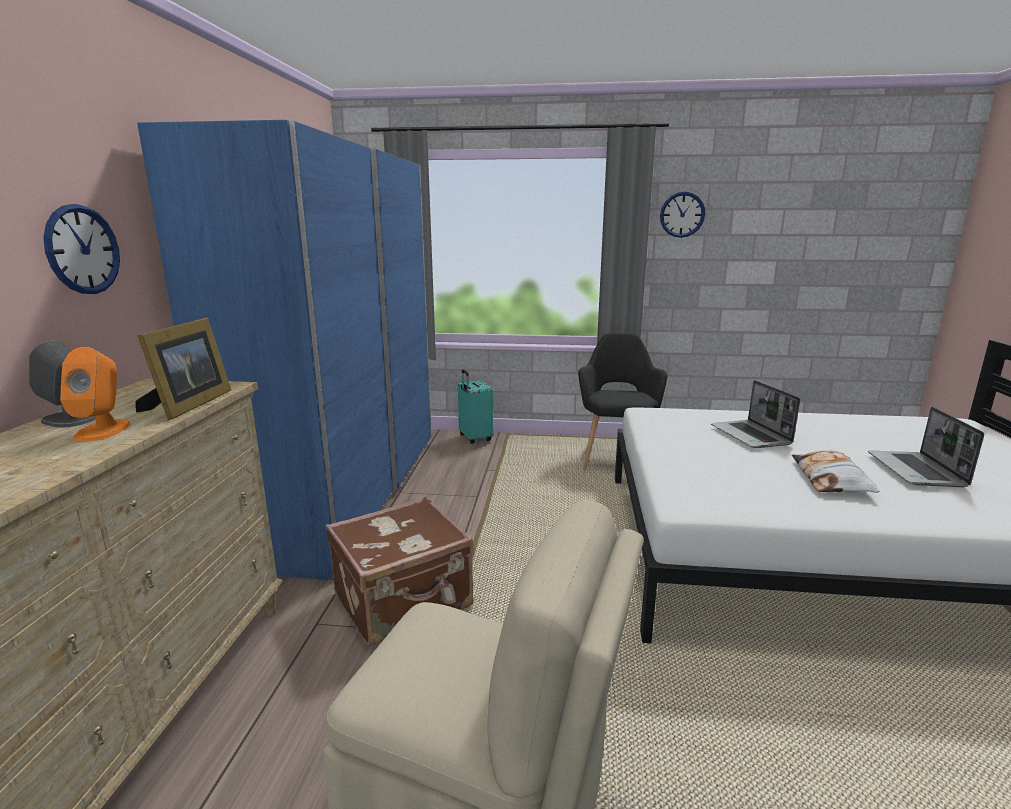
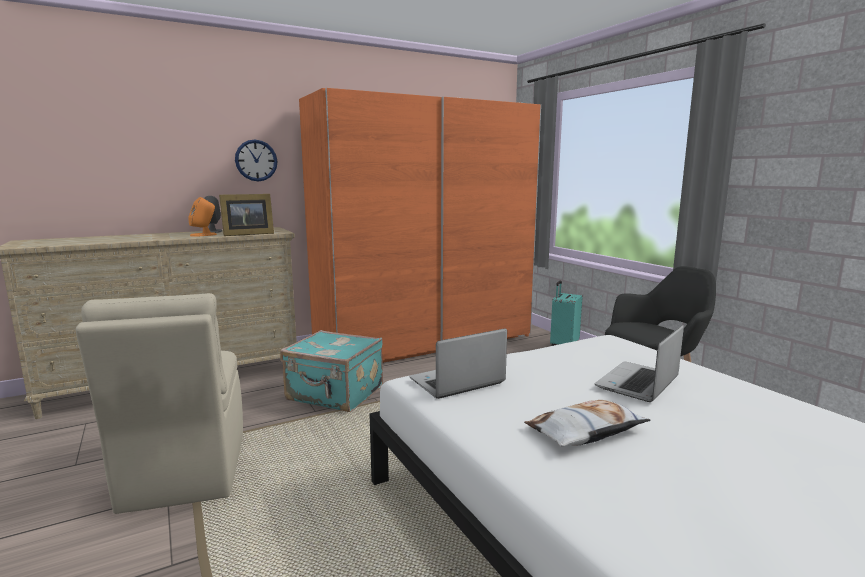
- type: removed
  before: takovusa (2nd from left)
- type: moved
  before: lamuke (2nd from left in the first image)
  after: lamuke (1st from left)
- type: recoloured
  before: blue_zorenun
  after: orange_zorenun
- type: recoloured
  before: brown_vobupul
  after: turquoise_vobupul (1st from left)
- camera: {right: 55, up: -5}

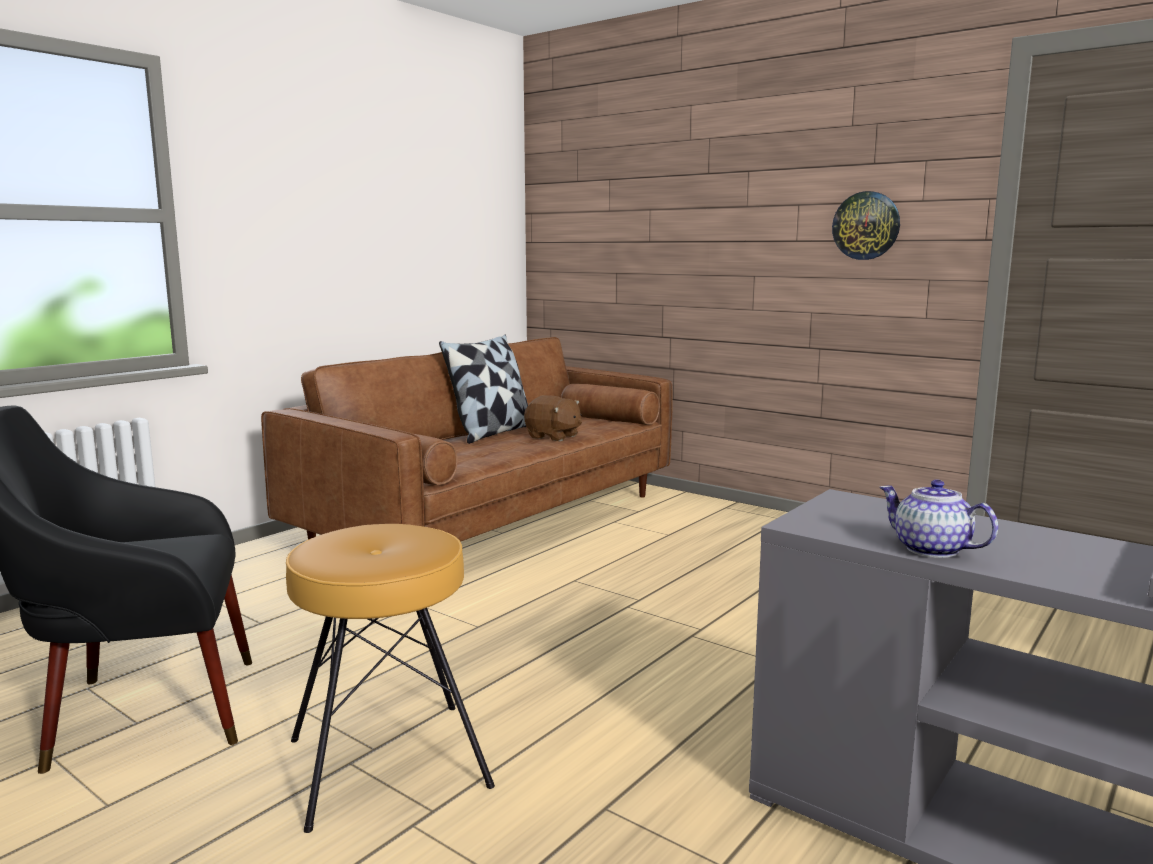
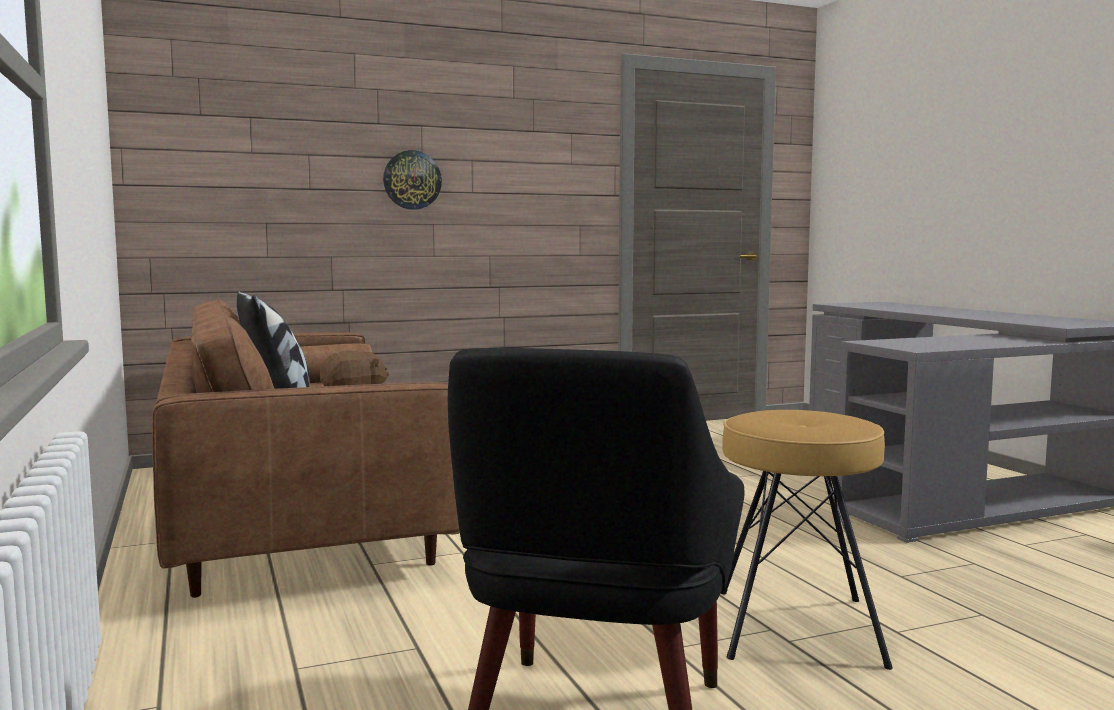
- type: removed
  before: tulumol
- type: moved
  before: takovusa
- camera: {right: -60, up: -5}

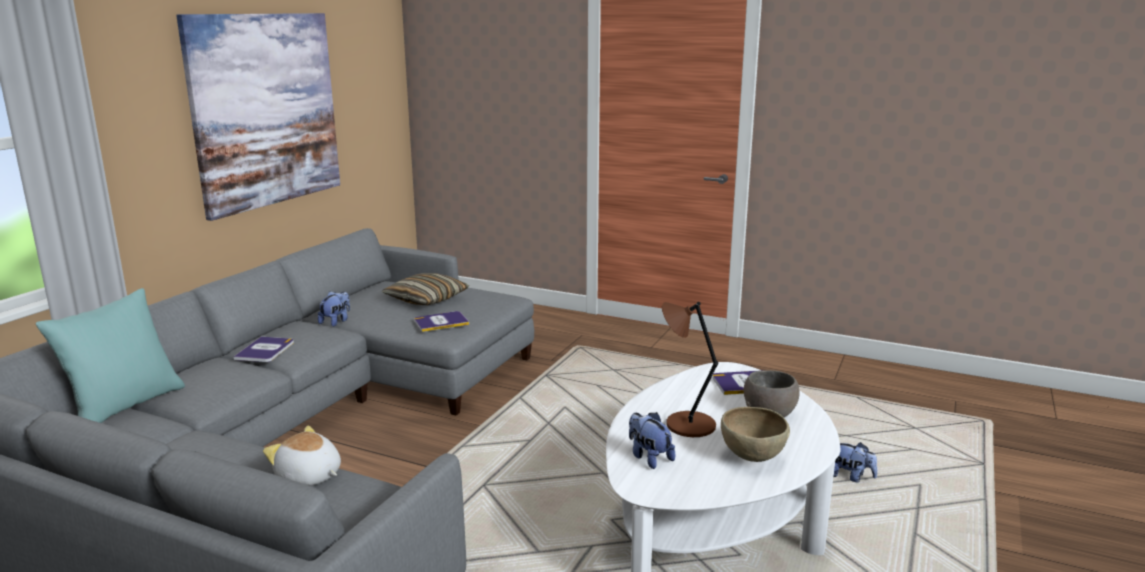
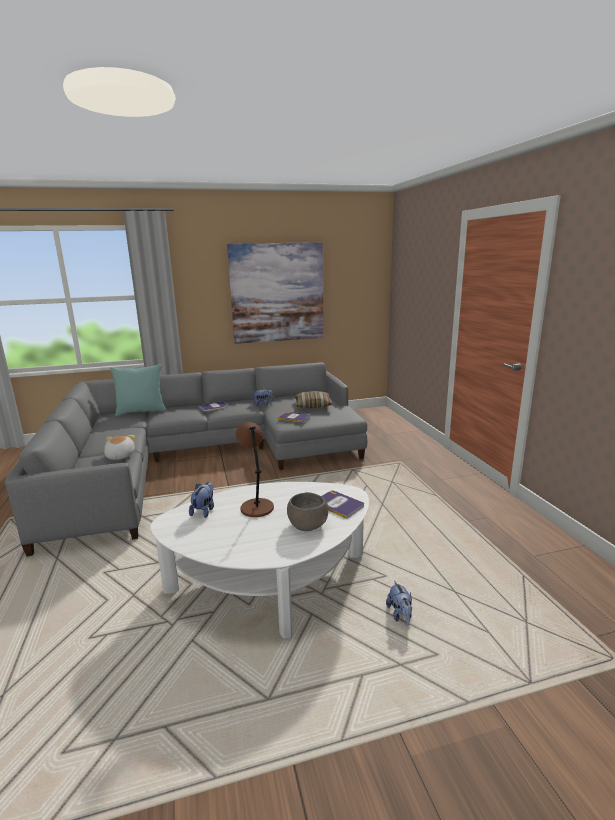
- type: removed
  before: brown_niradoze
- camera: {right: 50, up: 0}

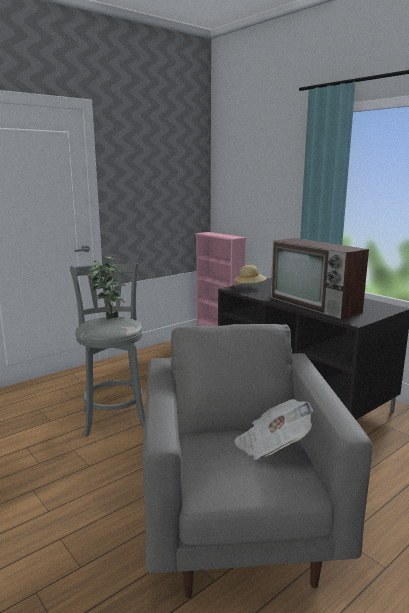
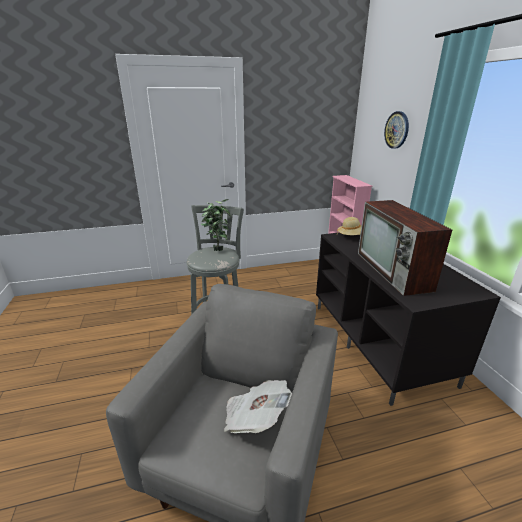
- type: added
  after: takovusa
- camera: {right: 25, up: 10}

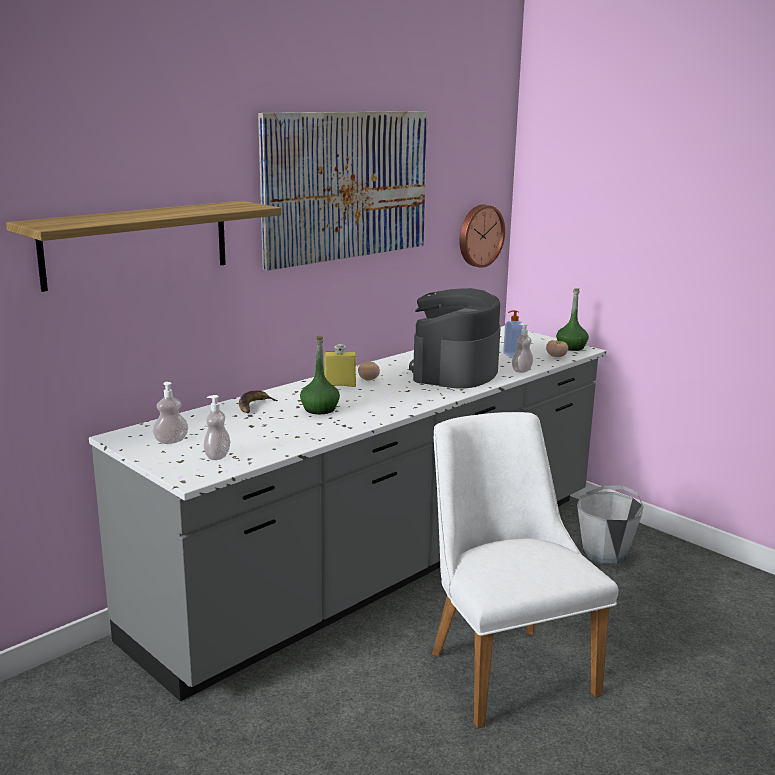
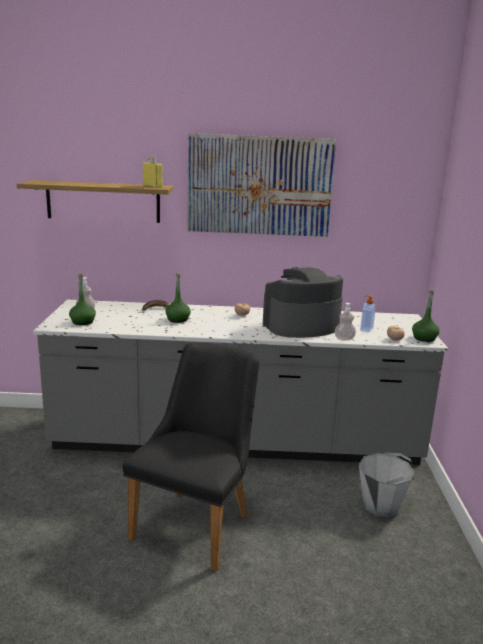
- type: removed
  before: takovusa
- type: moved
  before: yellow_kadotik
- type: replaced
  before: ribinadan (2nd from left)
  after: green_kadotik (1st from left)
- type: recoloured
  before: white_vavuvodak
  after: black_vavuvodak
- camera: {right: 45, up: 0}

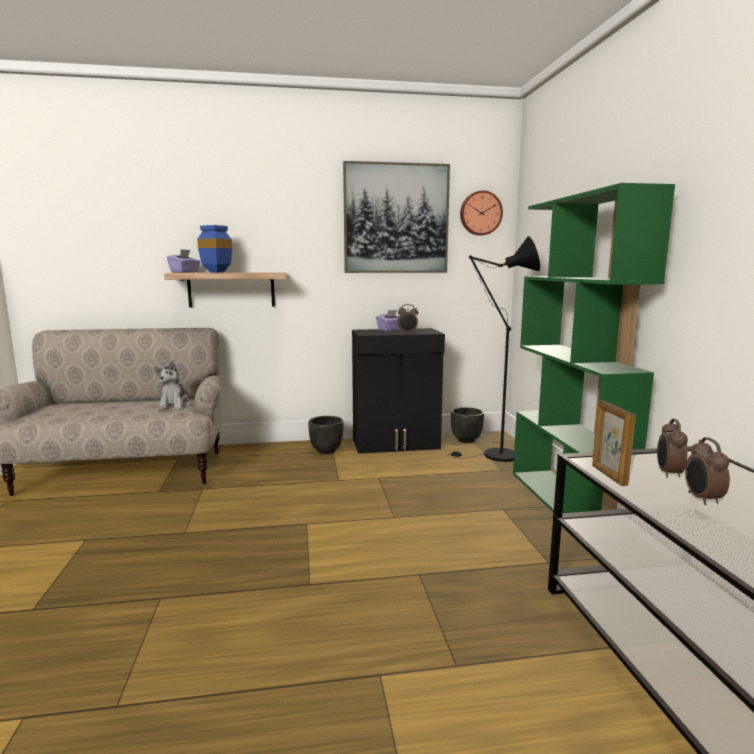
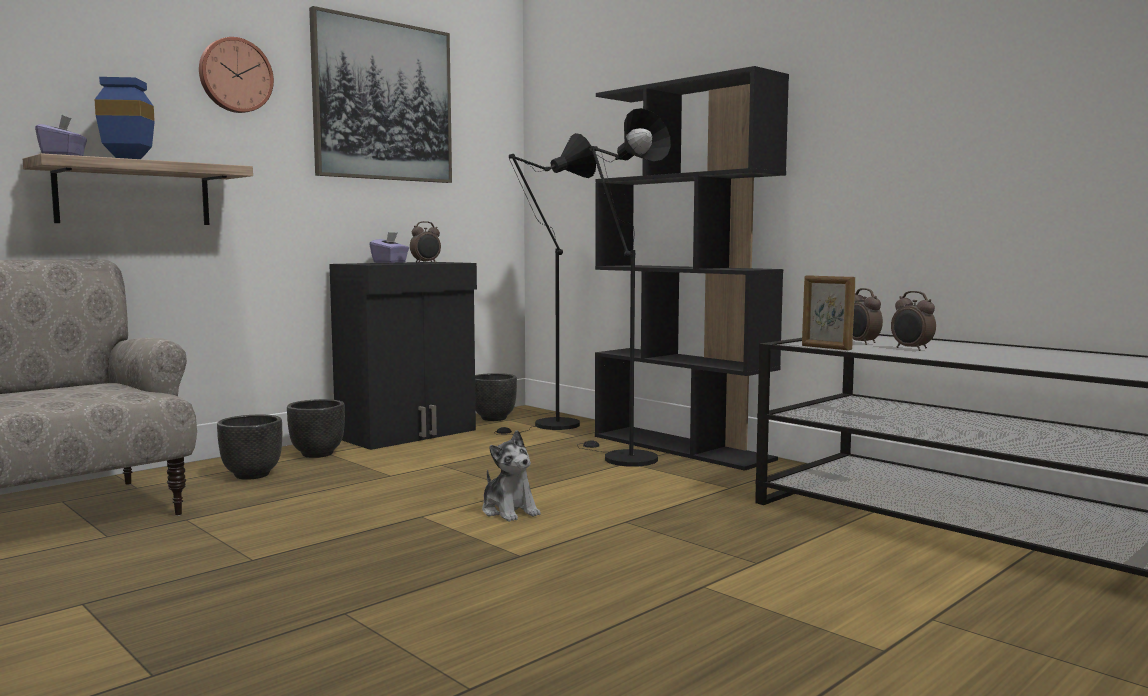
- type: added
  after: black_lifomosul (1st from left)
- type: added
  after: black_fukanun (2nd from left)
- type: moved
  before: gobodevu
- type: moved
  before: takovusa
- type: recoloured
  before: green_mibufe
  after: black_mibufe
- camera: {right: -35, up: -5}

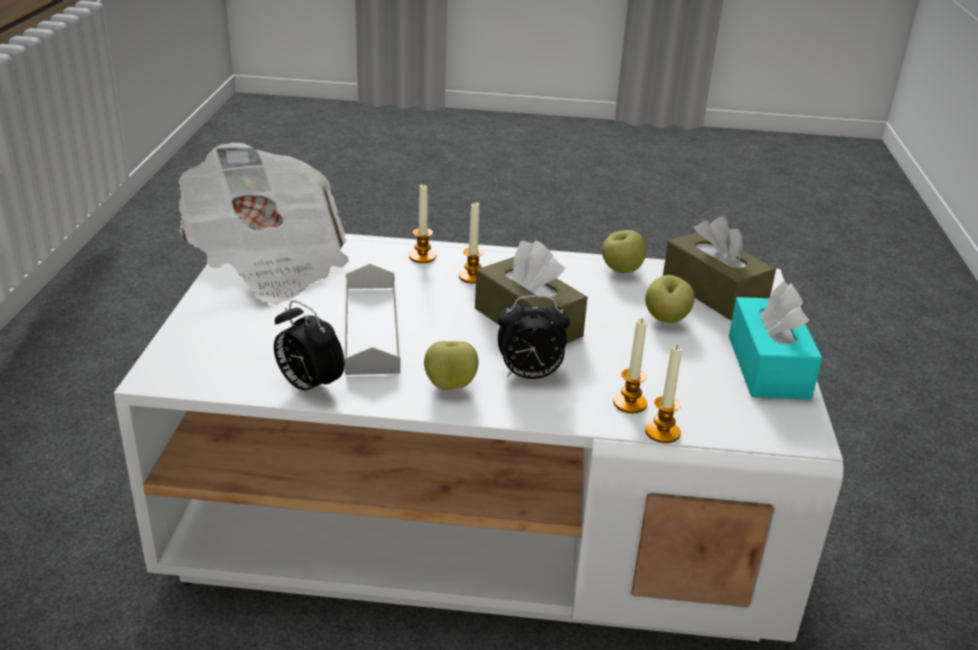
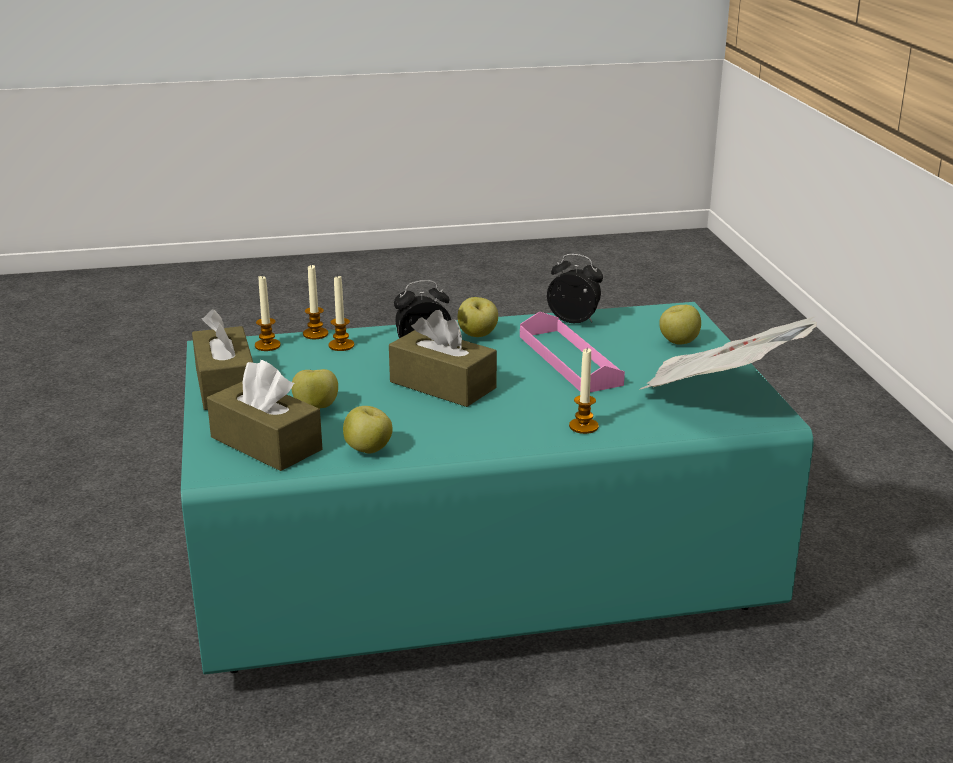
- type: added
  after: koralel (4th from left)
- type: moved
  before: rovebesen (2nd from left in the first image)
  after: rovebesen (1st from left)
- type: recoloured
  before: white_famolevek
  after: turquoise_famolevek
- type: recoloured
  before: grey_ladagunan
  after: pink_ladagunan
- type: recoloured
  before: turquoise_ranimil
  after: brown_ranimil (1st from left)
- camera: {right: 165, up: -5}

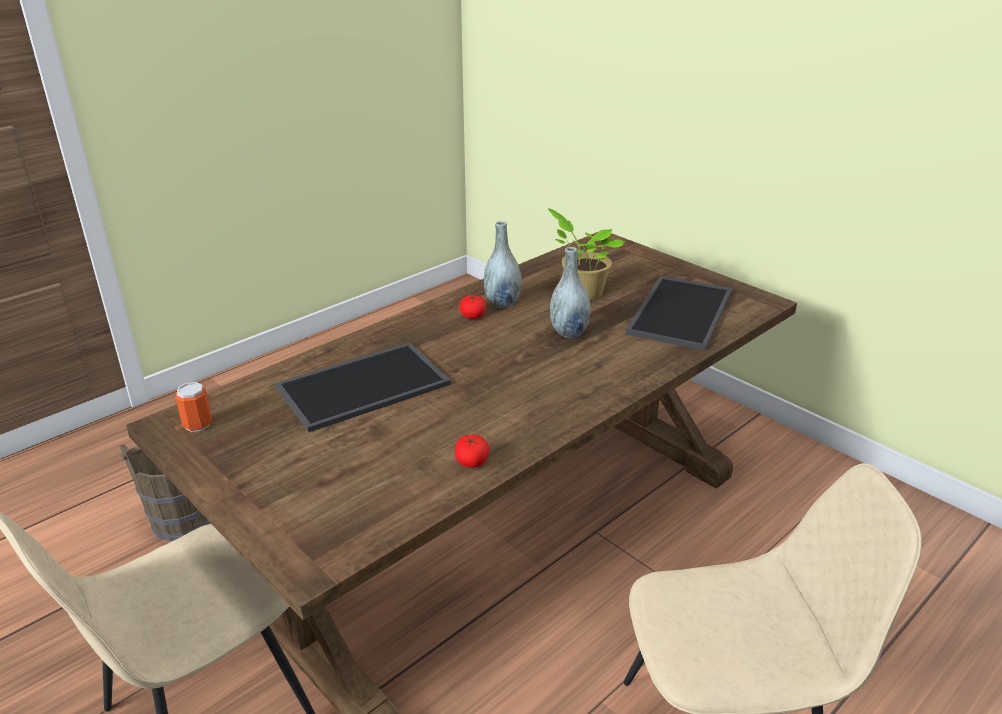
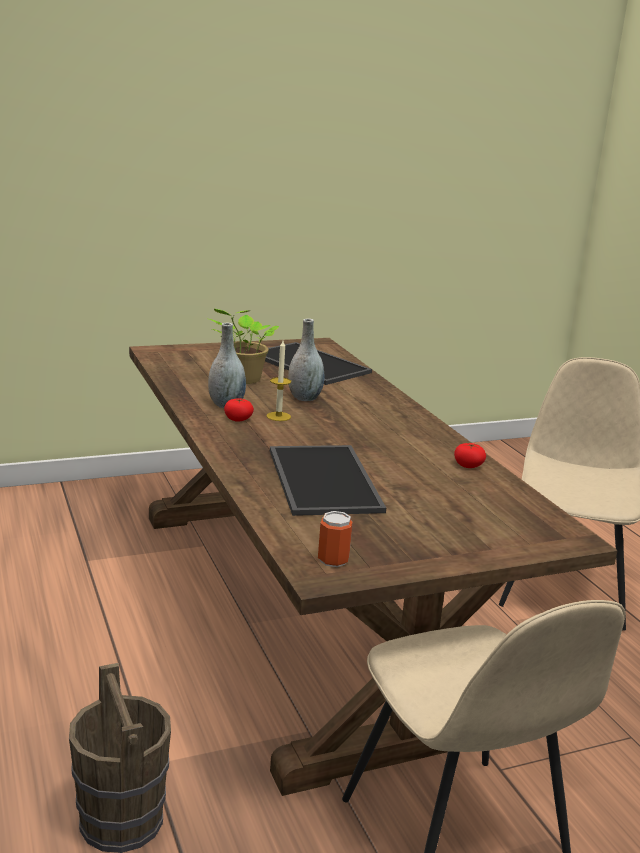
- type: added
  after: rovebesen
- camera: {right: -70, up: -10}

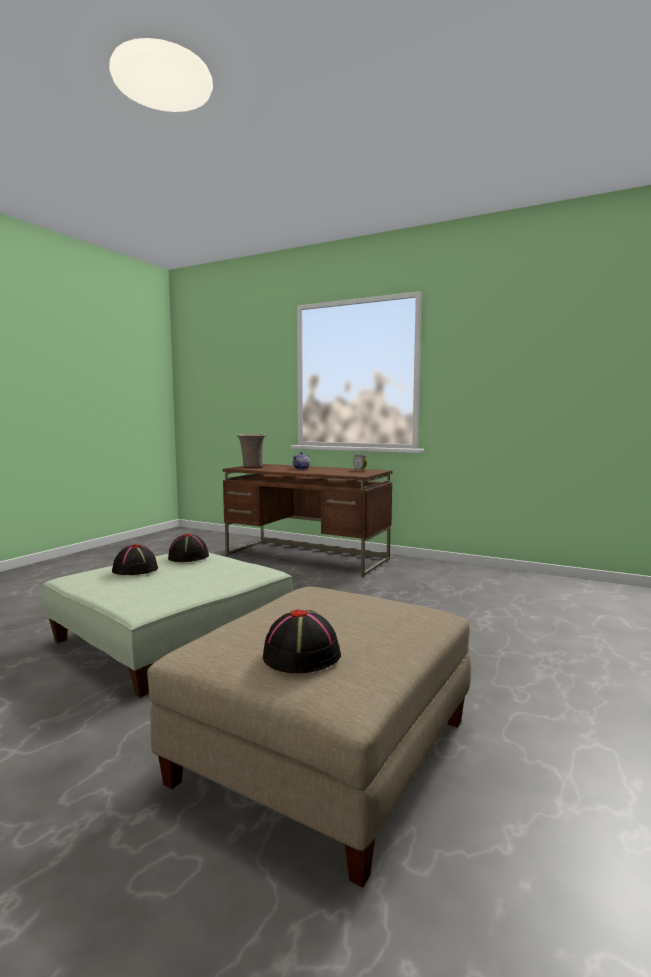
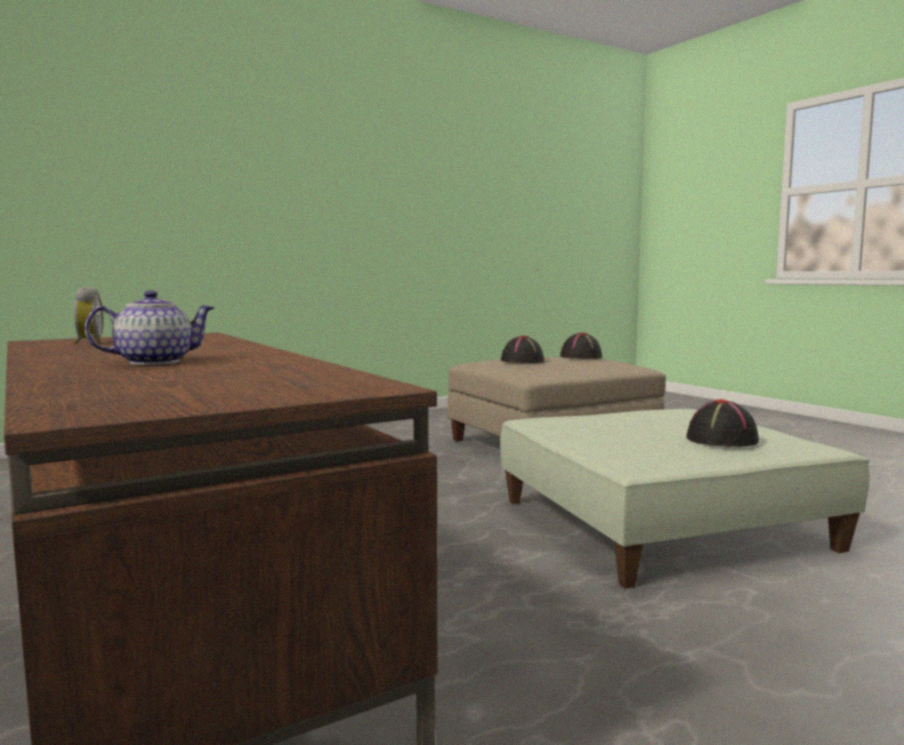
- type: removed
  before: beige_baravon
- type: moved
  before: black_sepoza (2nd from left in the first image)
  after: black_sepoza (1st from left)
- camera: {right: -150, up: 0}

